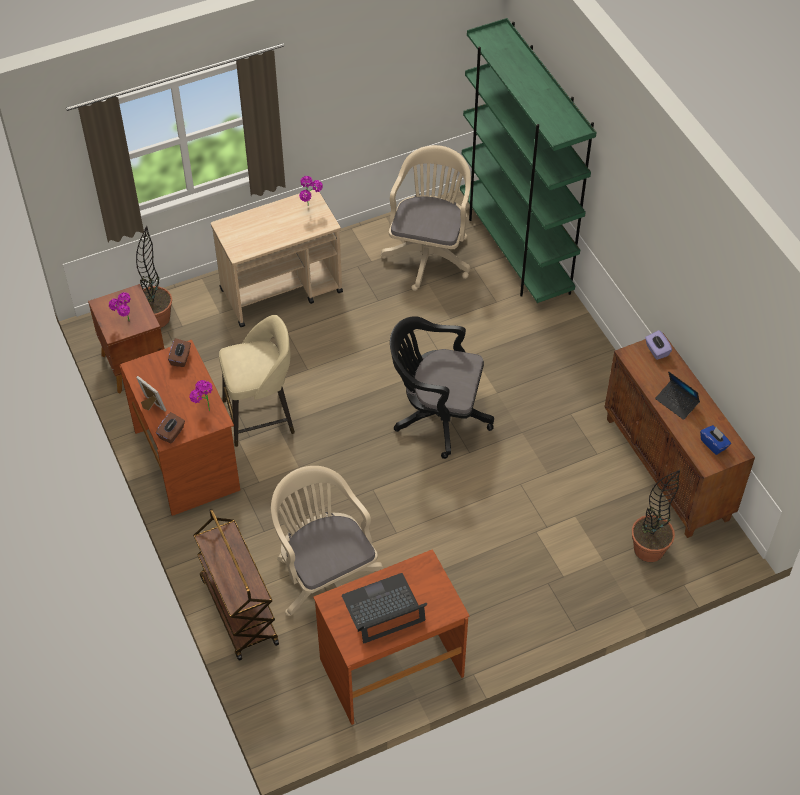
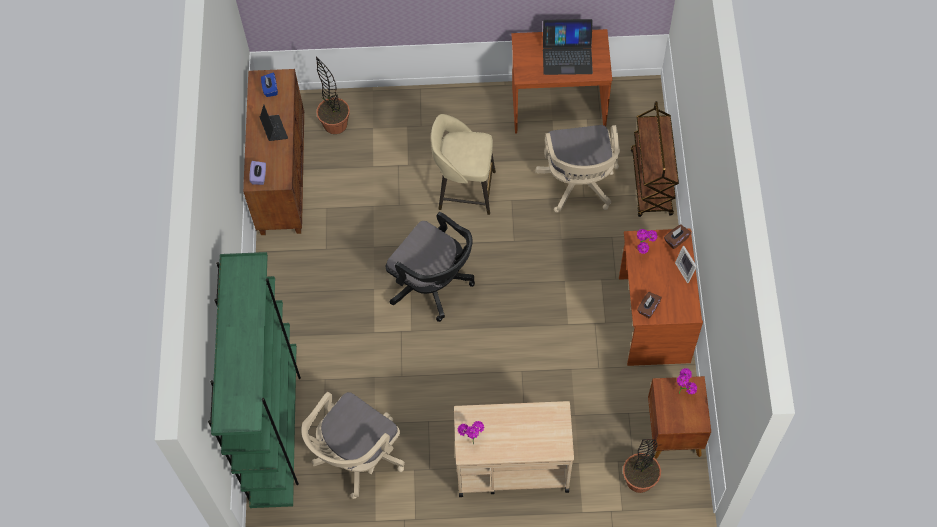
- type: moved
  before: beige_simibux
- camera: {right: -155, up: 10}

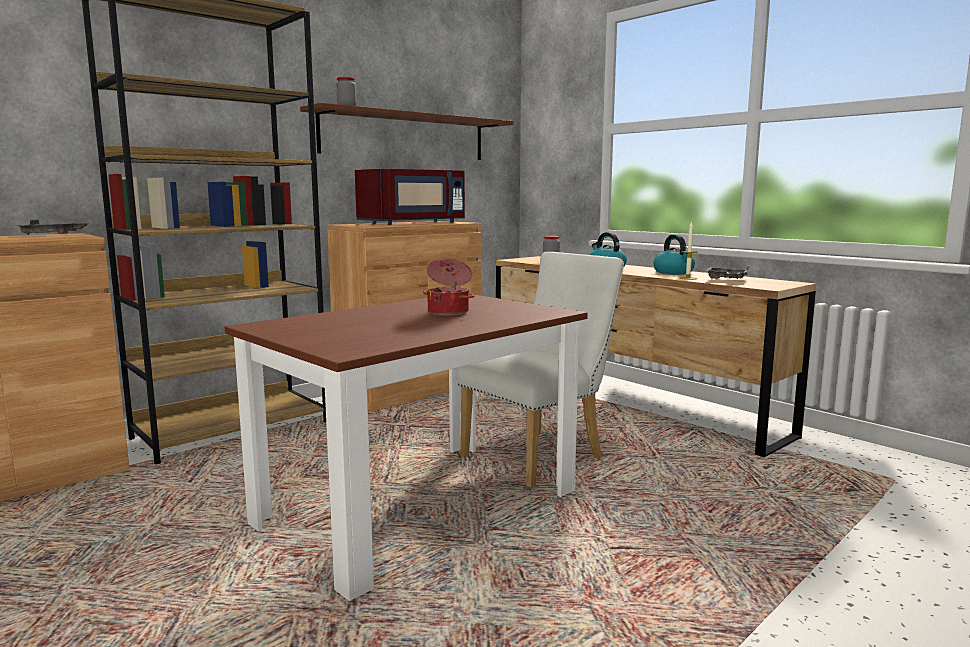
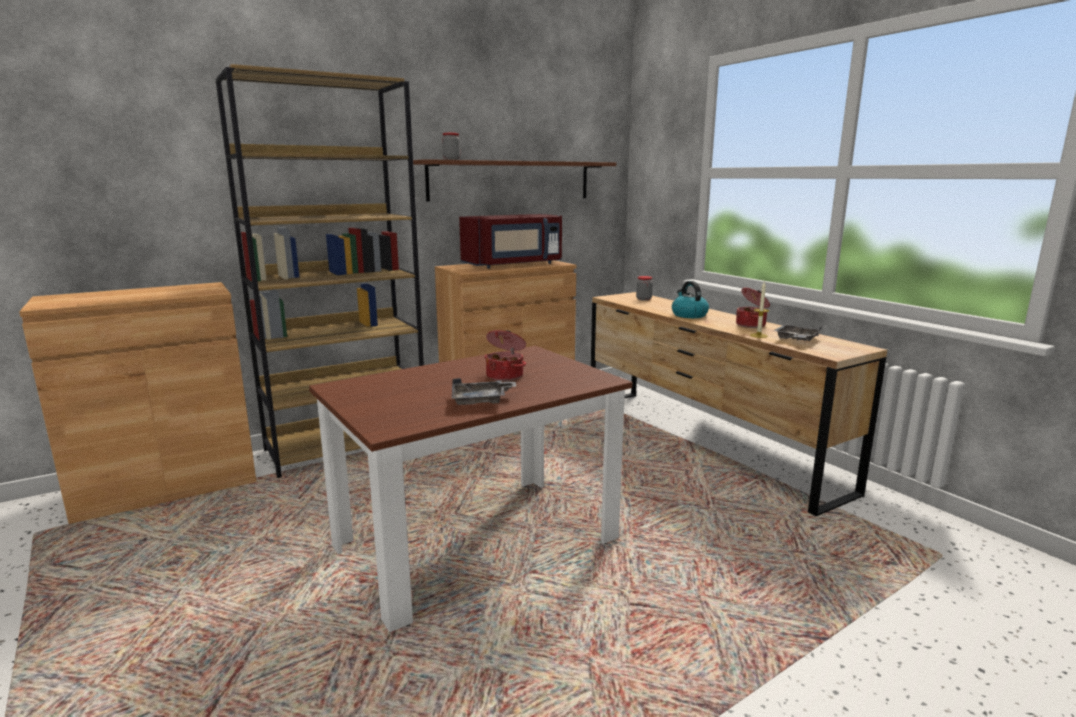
- type: removed
  before: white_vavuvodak
- type: moved
  before: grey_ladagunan (1st from left)
- type: replaced
  before: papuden (2nd from left)
  after: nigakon (2nd from left)
- camera: {right: 10, up: 5}

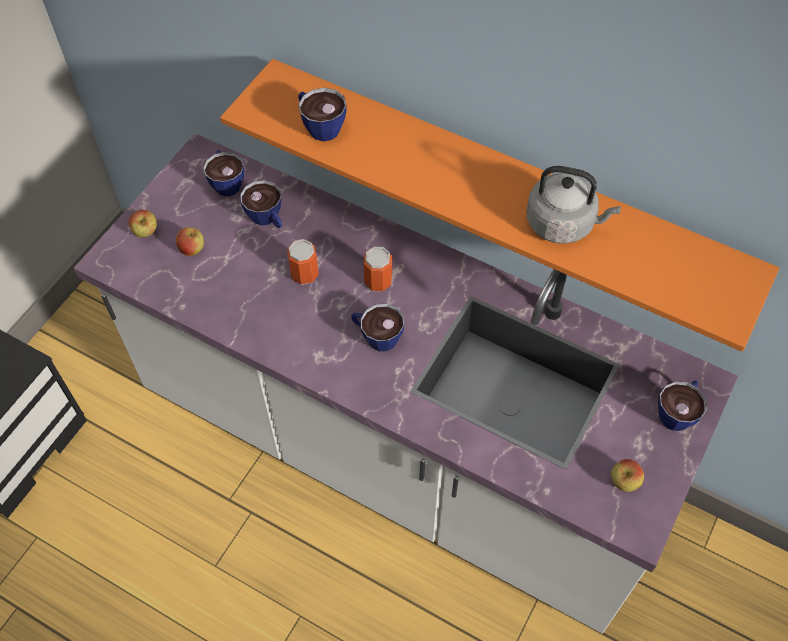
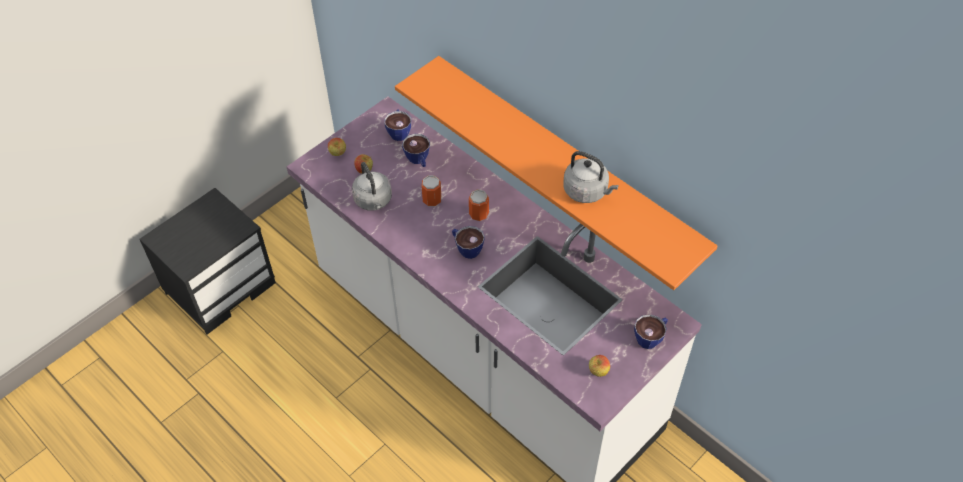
- type: removed
  before: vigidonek (3rd from left)
- type: added
  after: grey_papuden (1st from left)
- camera: {right: 15, up: -5}

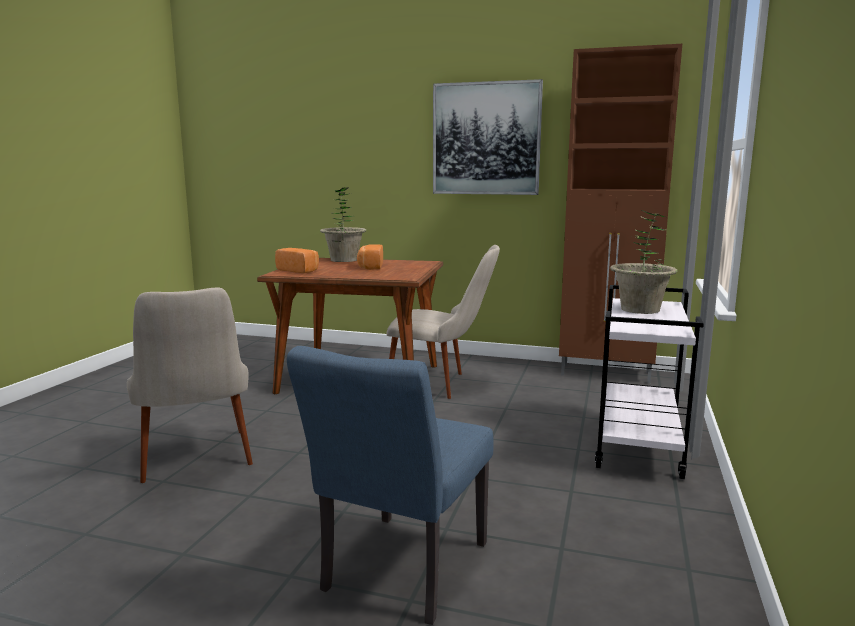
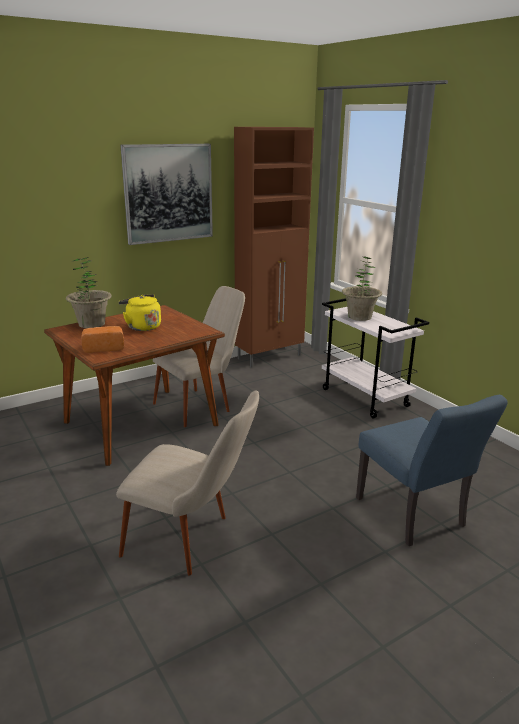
- type: replaced
  before: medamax (2nd from left)
  after: yellow_papuden
- camera: {right: -50, up: 10}

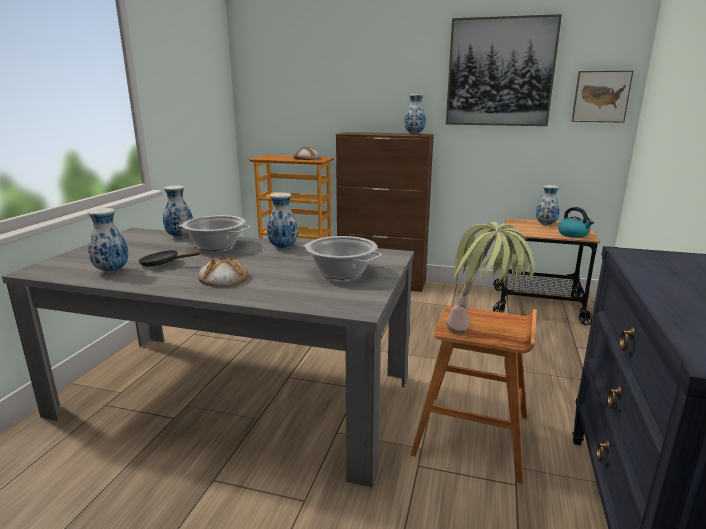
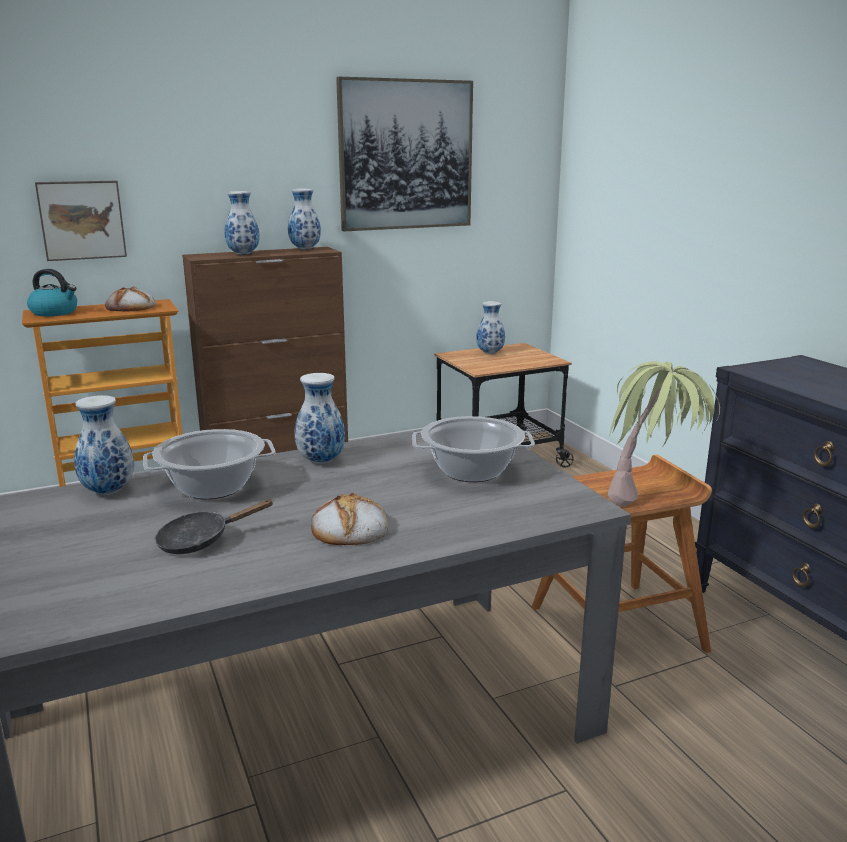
- type: moved
  before: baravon (1st from left in the first image)
  after: baravon (2nd from left)
- type: moved
  before: papuden
- type: moved
  before: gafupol (2nd from left in the first image)
  after: gafupol (1st from left)
- camera: {right: -40, up: 0}

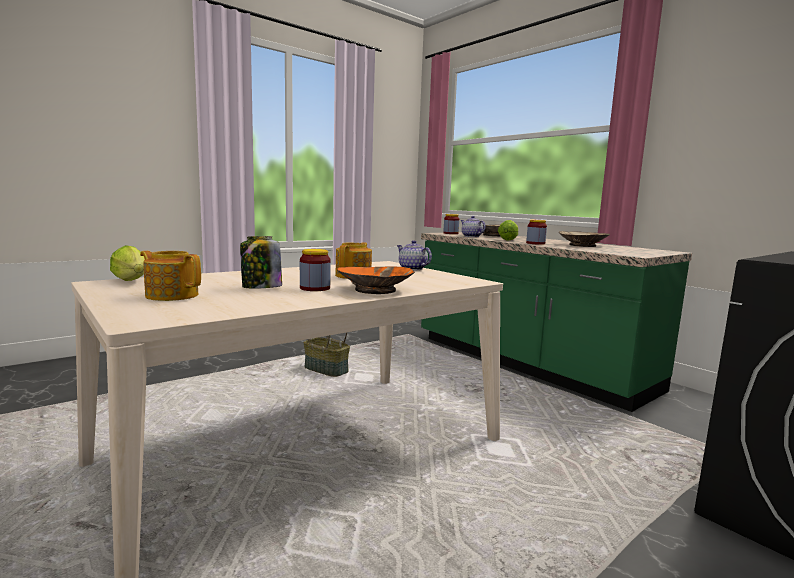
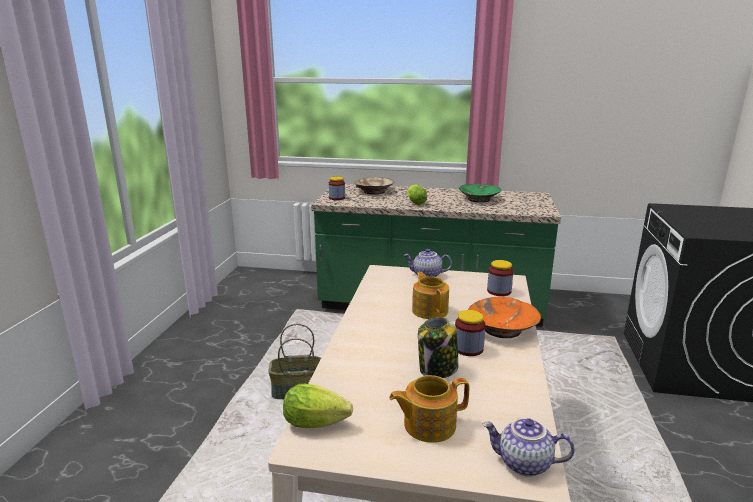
- type: moved
  before: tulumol (4th from left)
- type: moved
  before: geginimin (4th from left)
- type: recoloured
  before: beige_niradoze (2nd from left)
  after: green_niradoze
- camera: {right: -40, up: 10}

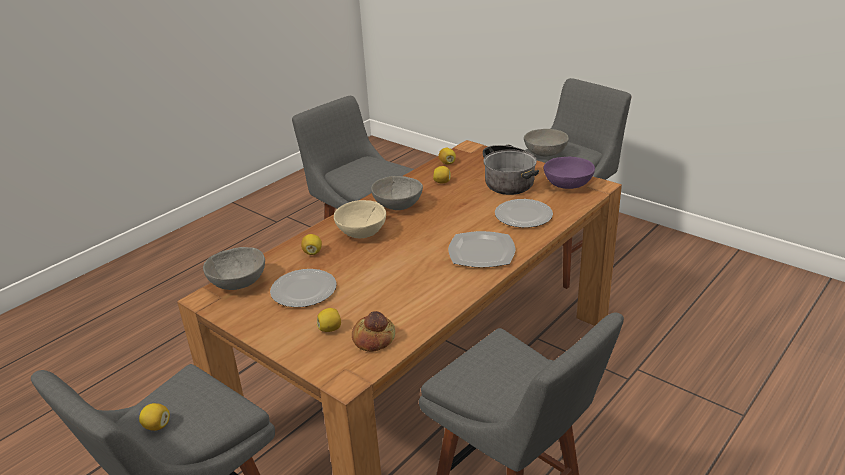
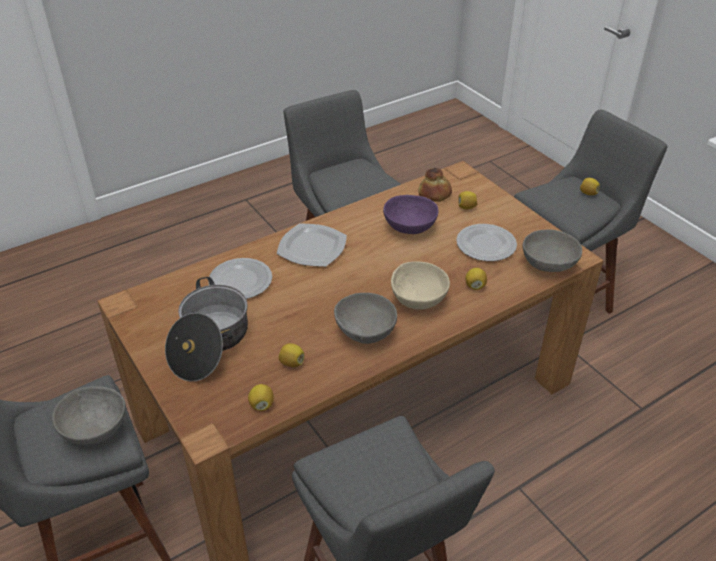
- type: moved
  before: purple_niradoze
- camera: {right: -165, up: 10}

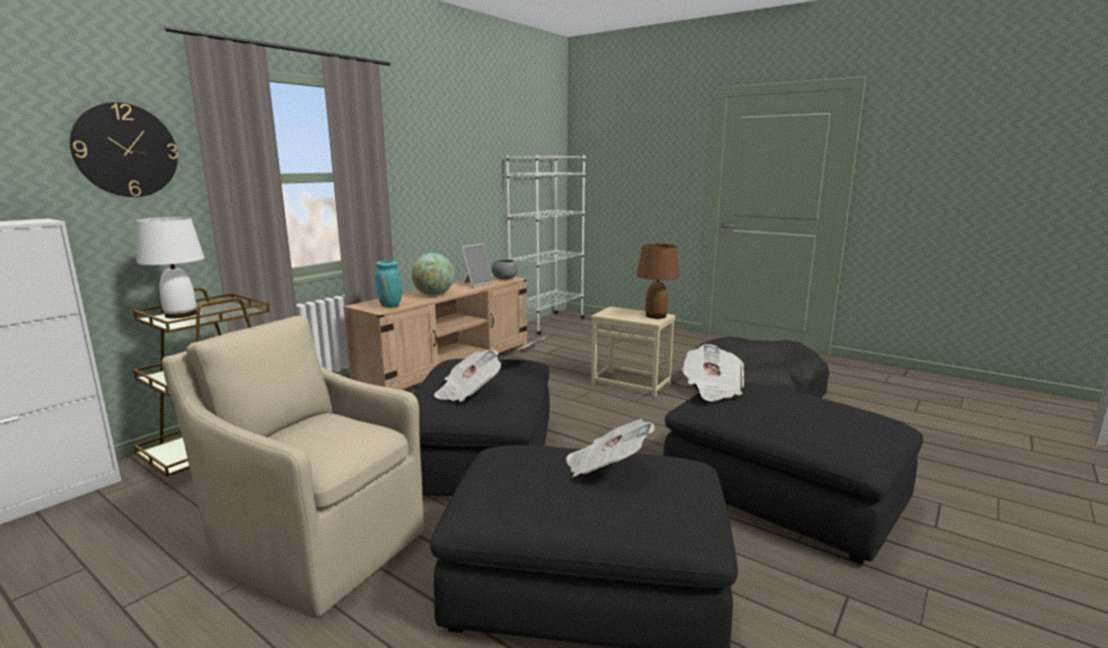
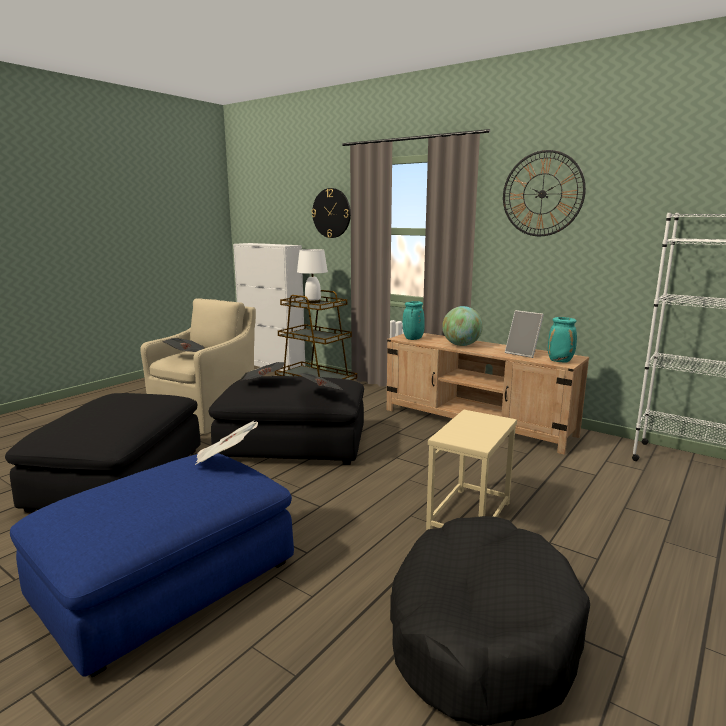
- type: removed
  before: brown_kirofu
- type: added
  after: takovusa (2nd from left)
- type: moved
  before: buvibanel (3rd from left in the first image)
  after: buvibanel (1st from left)
- type: replaced
  before: grey_niradoze
  after: turquoise_baravon (2nd from left)
- type: recoloured
  before: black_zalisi (3rd from left)
  after: blue_zalisi
- camera: {right: 90, up: 0}

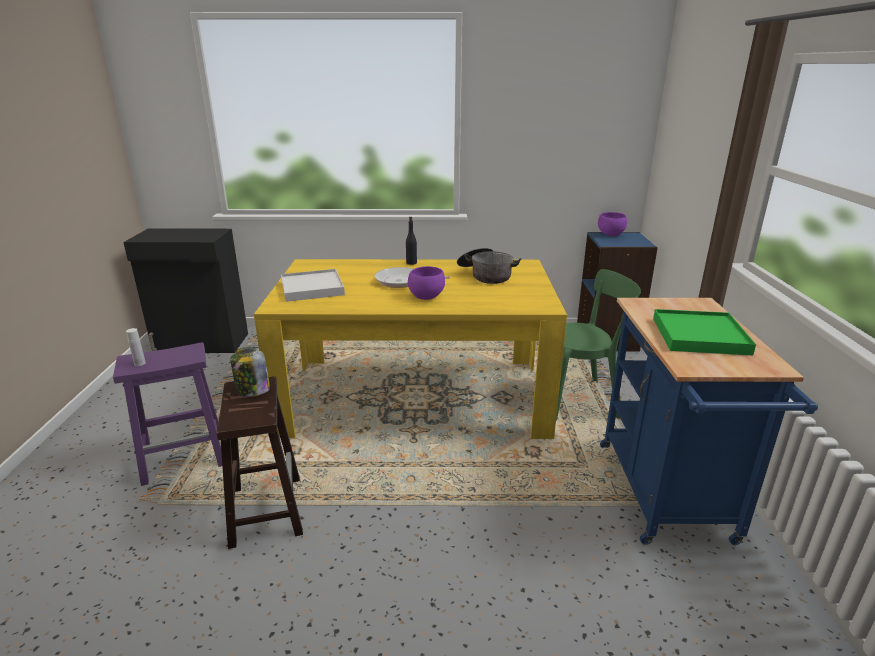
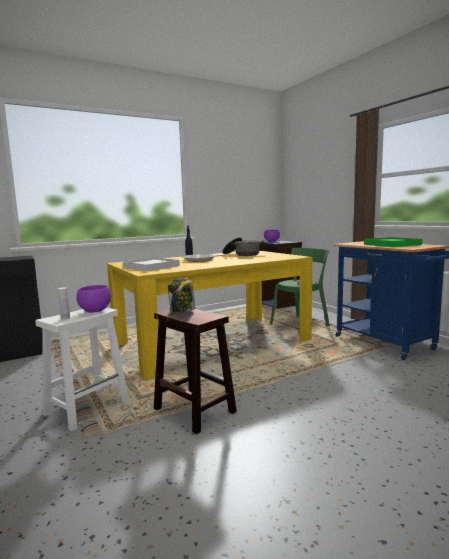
- type: moved
  before: purple_niradoze (1st from left)
- type: recoloured
  before: purple_simibux
  after: white_simibux
- camera: {right: -30, up: -15}

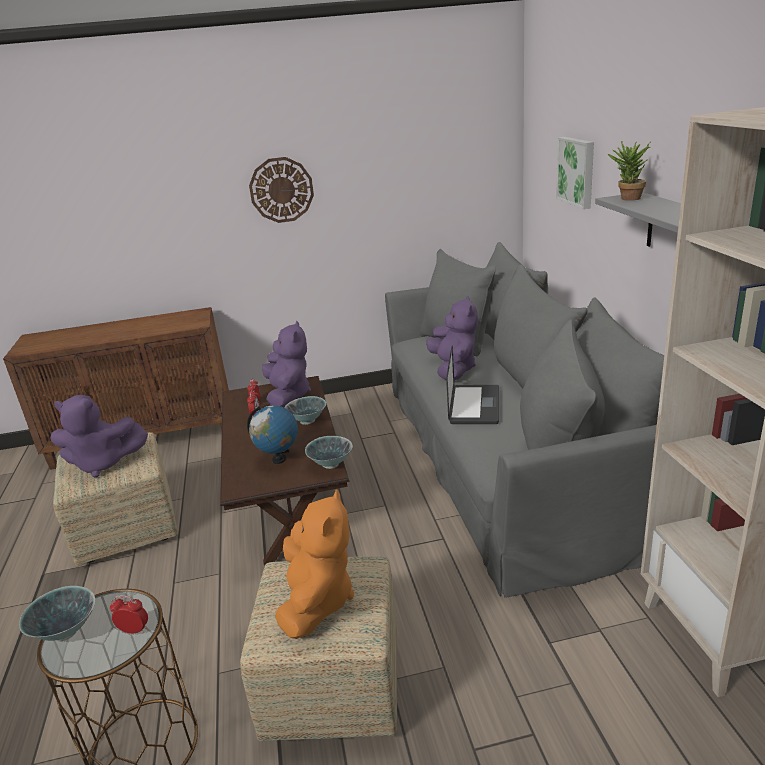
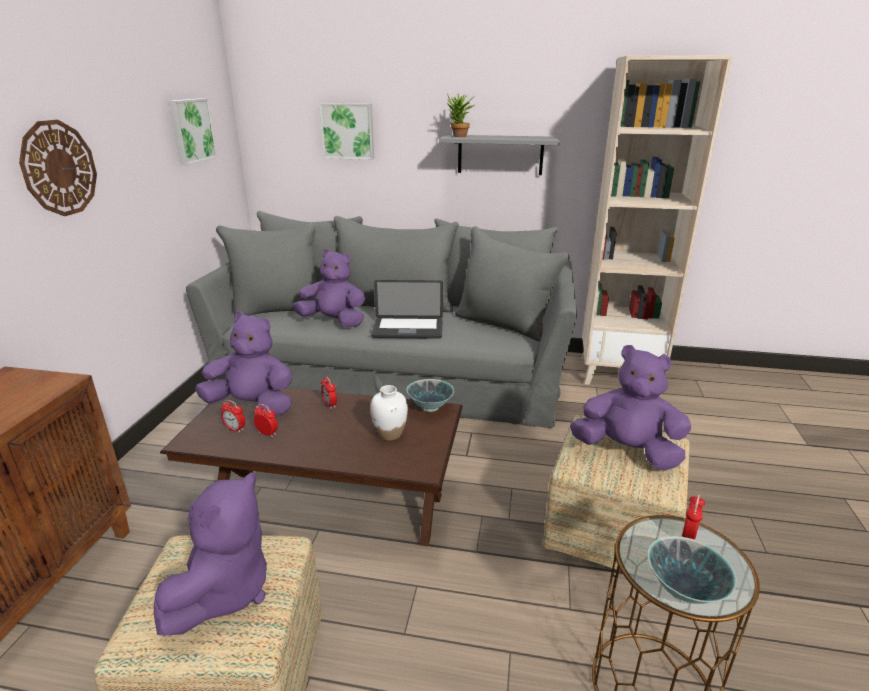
- type: added
  after: gafupol (1st from left)
- type: replaced
  before: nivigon
  after: white_baravon
- type: replaced
  before: niradoze (2nd from left)
  after: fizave (3rd from left)
- type: recoloured
  before: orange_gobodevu
  after: purple_gobodevu (4th from left)
- type: turned
  before: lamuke
  turn: 150
- camera: {right: -70, up: 0}

